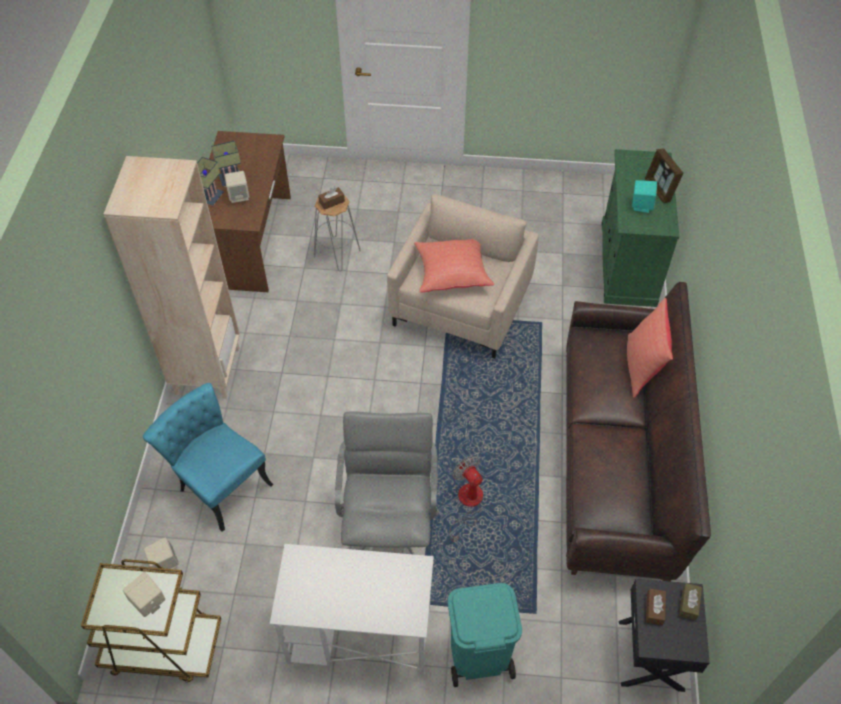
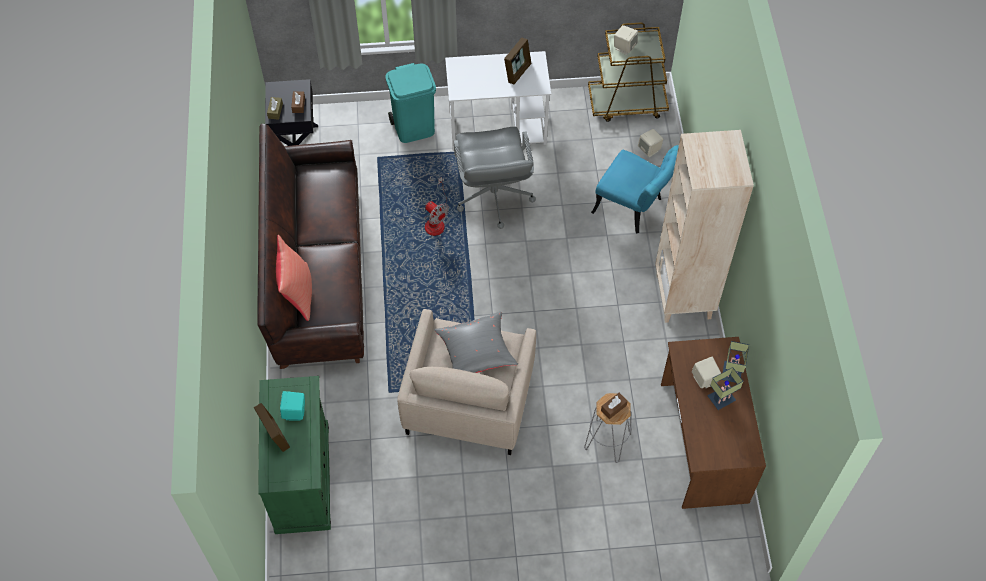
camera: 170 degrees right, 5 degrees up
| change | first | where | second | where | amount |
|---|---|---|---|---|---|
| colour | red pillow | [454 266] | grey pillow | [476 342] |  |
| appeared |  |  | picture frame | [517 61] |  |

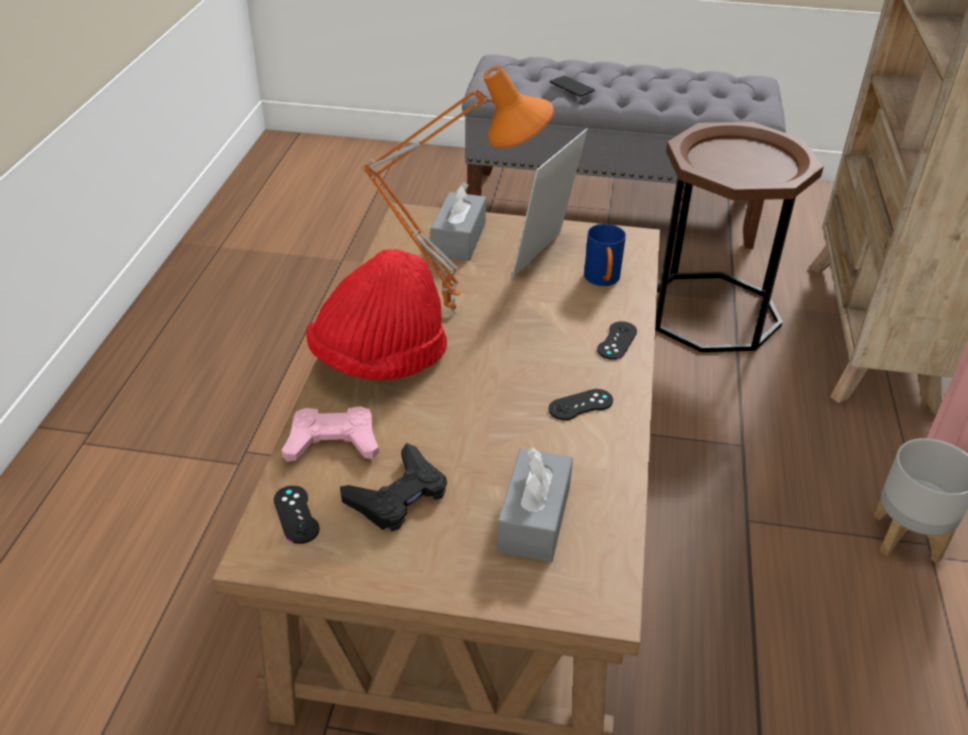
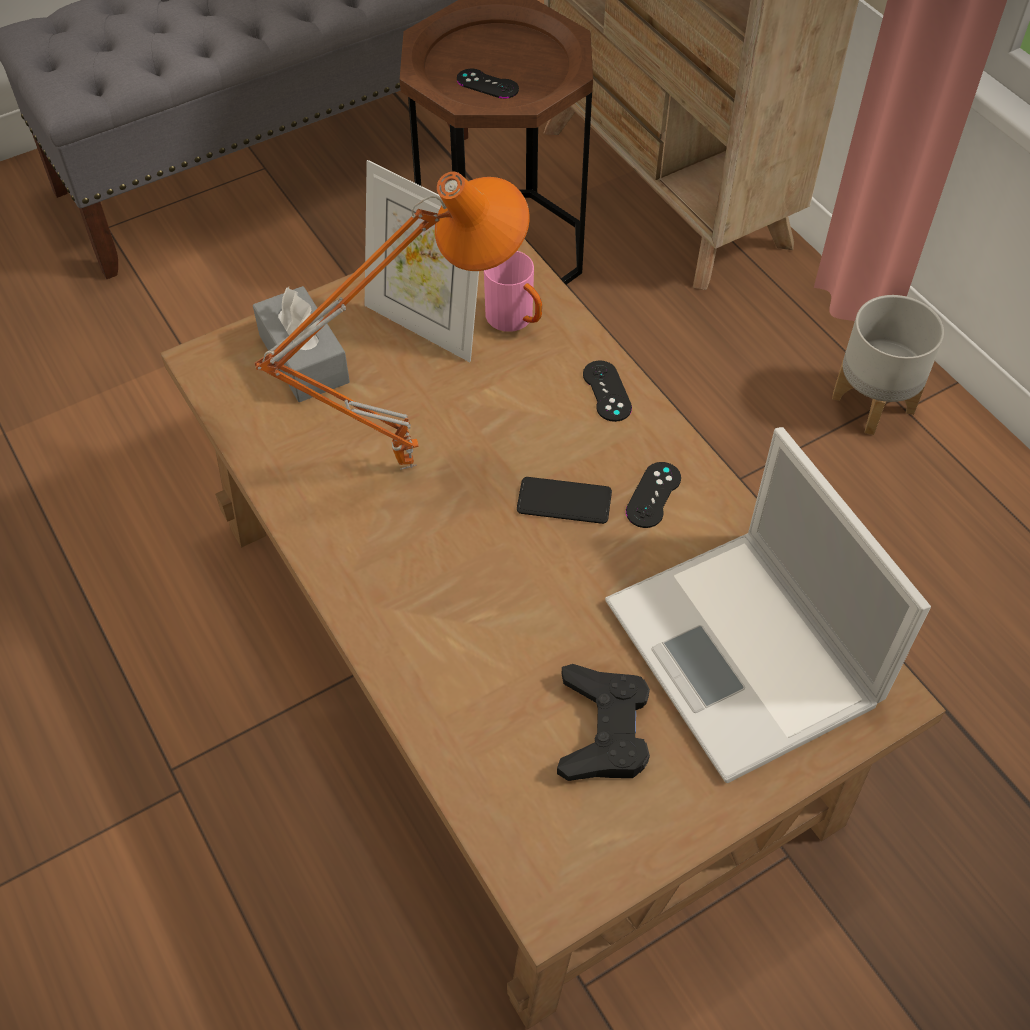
camera: 40 degrees left, 15 degrees up
| change | first | where | second | where | amount |
|---|---|---|---|---|---|
| relocated | phone | [572 86] |  | [564 500] |  |
| spun | picture frame | [550 202] |  | [422 261] | 45 degrees counterclockwise |
| colour | blue mug | [605 255] | pink mug | [513 291] |  |
| missing | red hat | [376 314] |  |  |  |
| missing | pink game controller | [330 434] |  |  |  |
| exchanged | grey tissue box | [535 504] | laptop | [768 605] |  |
| relocated | black game controller | [297 515] |  | [488 84] |  |

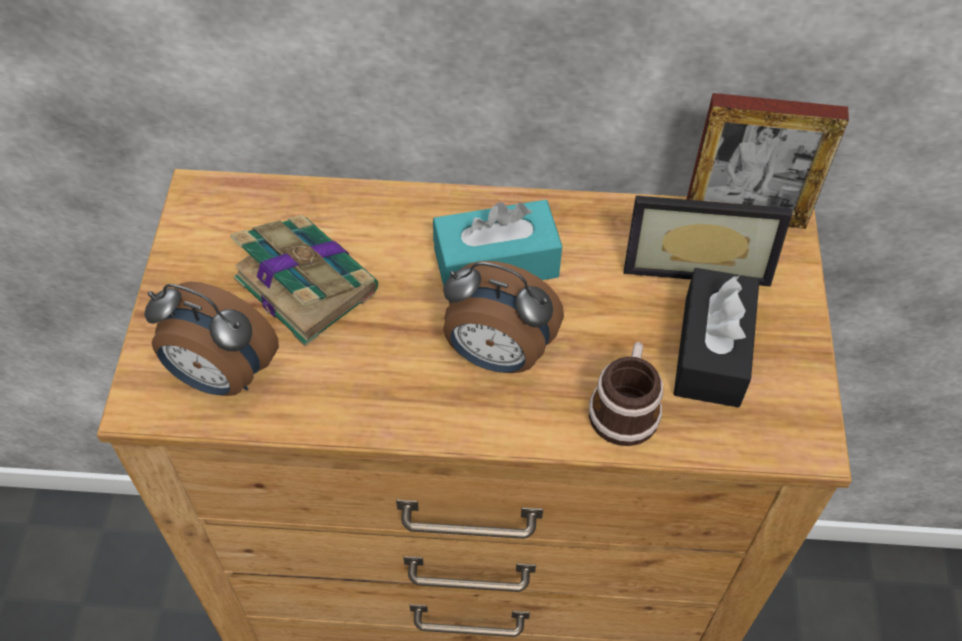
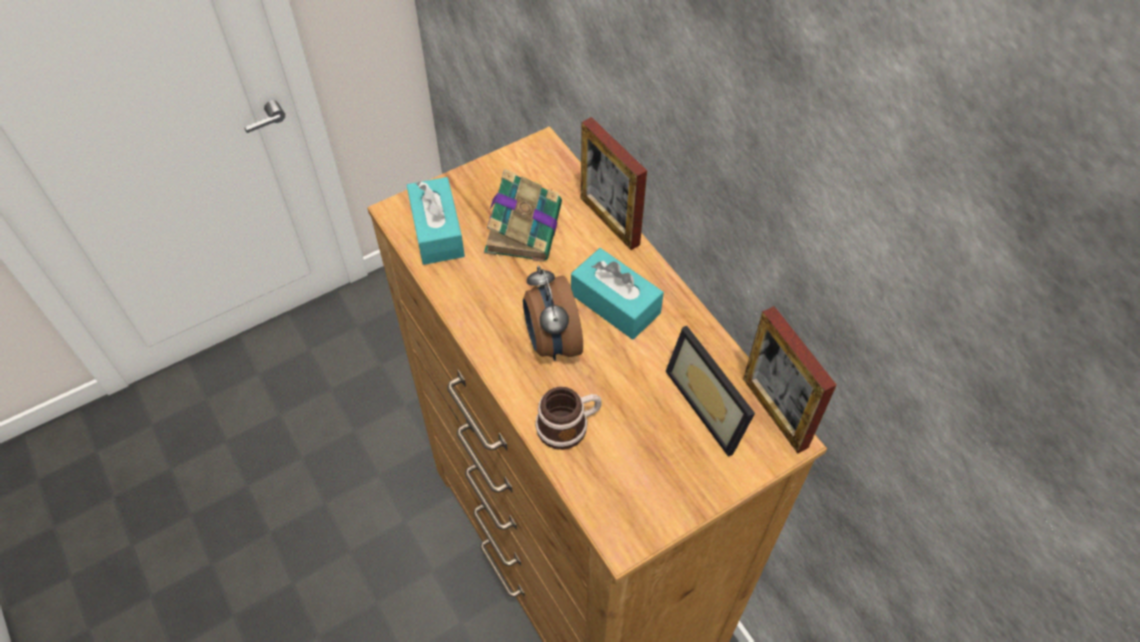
camera: 55 degrees right, 0 degrees up
| change | first | where | second | where | amount |
|---|---|---|---|---|---|
| missing | black tissue box | [716 338] |  |  |  |
| exchanged | alarm clock | [211 339] | turquoise tissue box | [436 221] |  |
| appeared |  |  | picture frame | [614 183] |  |

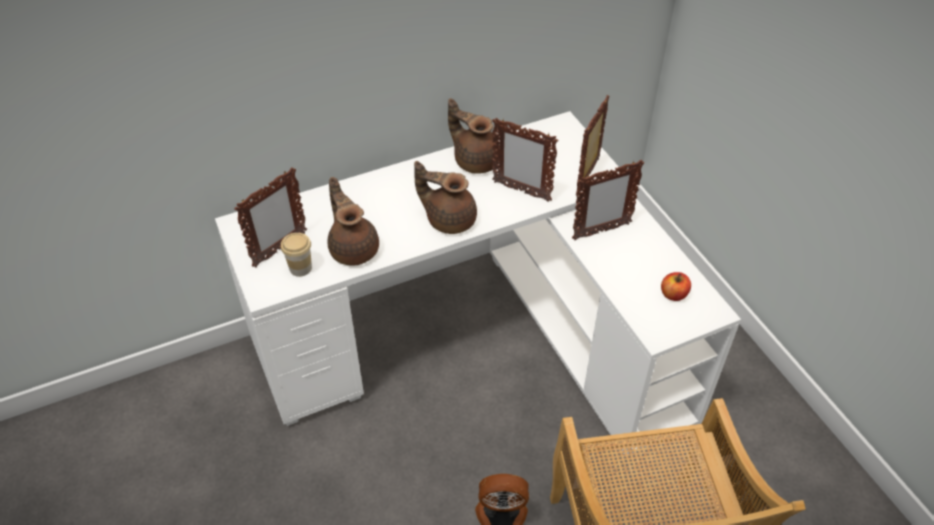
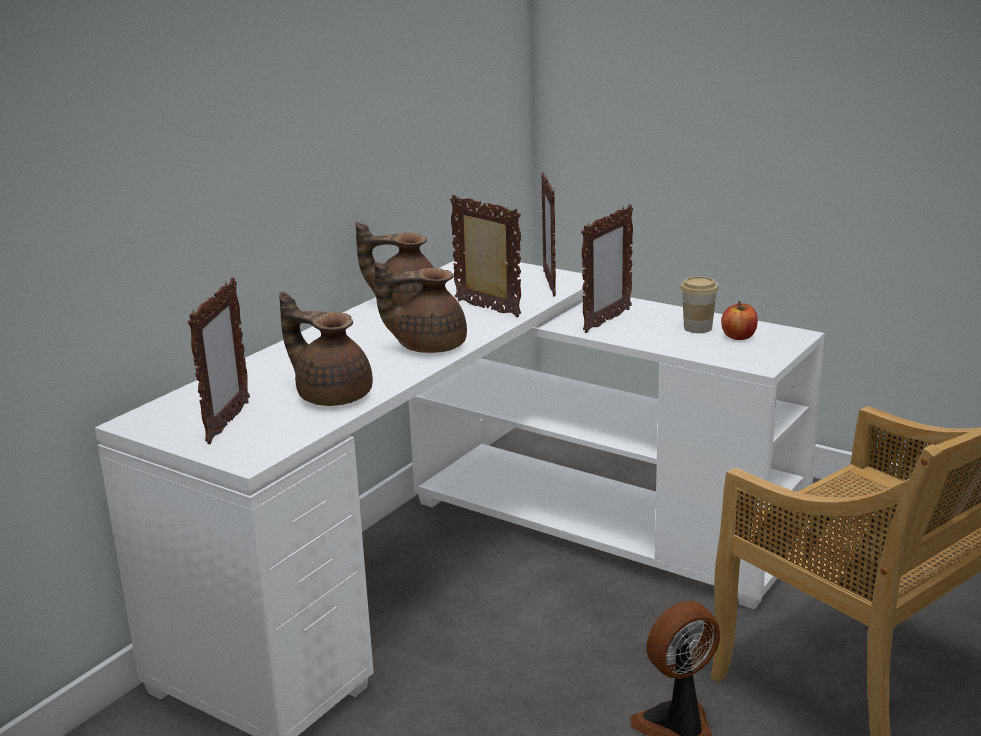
camera: 30 degrees left, 25 degrees down
| change | first | where | second | where | amount |
|---|---|---|---|---|---|
| spun | picture frame | [525 160] |  | [485 256] | 135 degrees counterclockwise |
| relocated | cup | [296 255] |  | [699 304] |  |

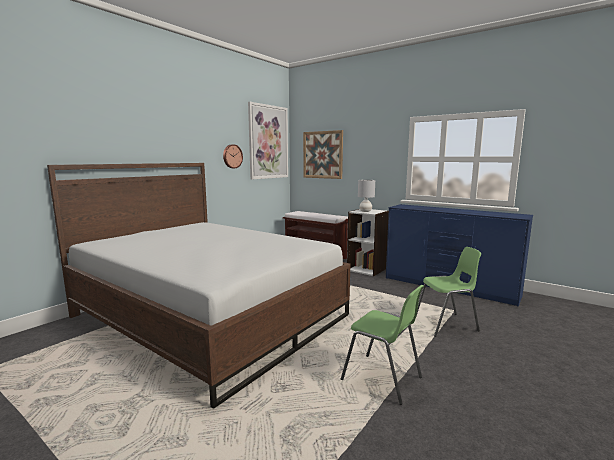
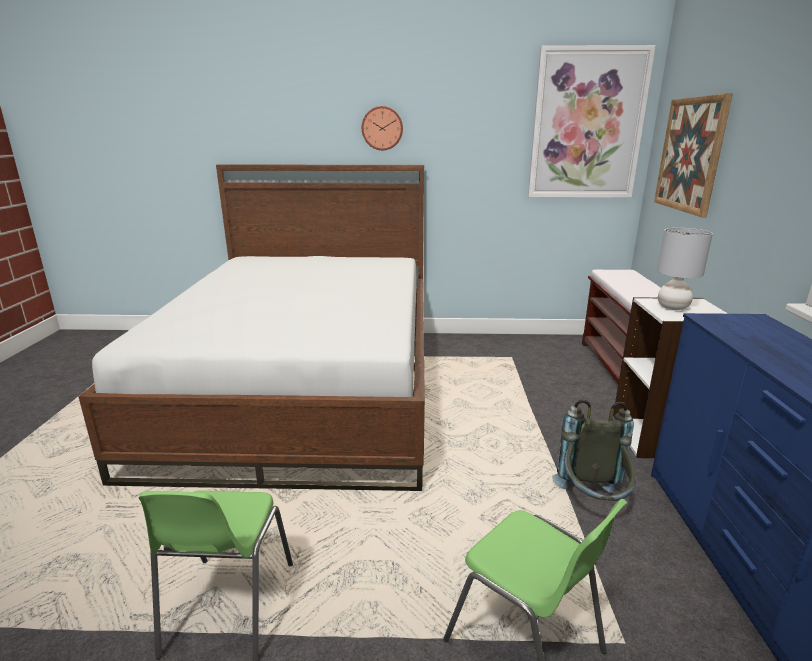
camera: 55 degrees right, 10 degrees up
| change | first | where | second | where | amount |
|---|---|---|---|---|---|
| relocated | wall clock | [233 156] |  | [382 128] |  |
| appeared |  |  | grey backpack | [594 450] |  |

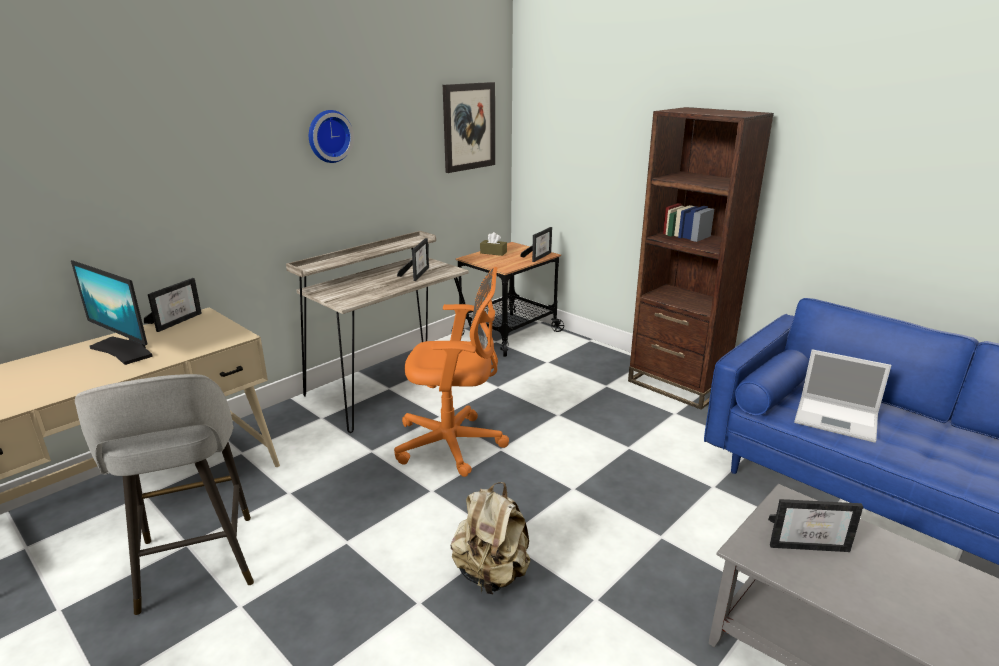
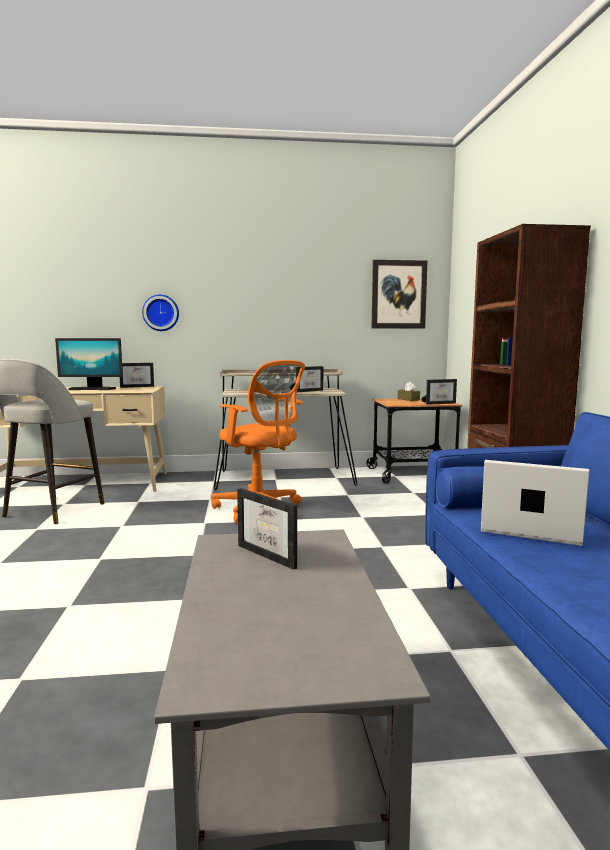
camera: 40 degrees right, 15 degrees down
| change | first | where | second | where | amount |
|---|---|---|---|---|---|
| relocated | wall clock | [331 136] |  | [160 313] |  |
| spun | monitor | [112 312] |  | [89 364] | 75 degrees counterclockwise |
| spun | laptop | [842 396] |  | [535 503] | 135 degrees clockwise |
| missing | beige backpack | [490 538] |  |  |  |

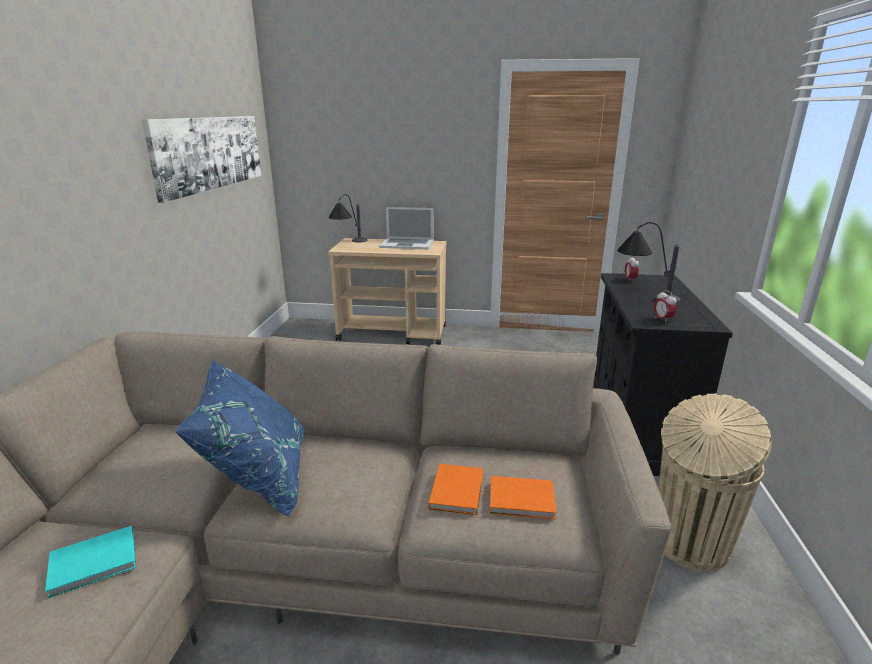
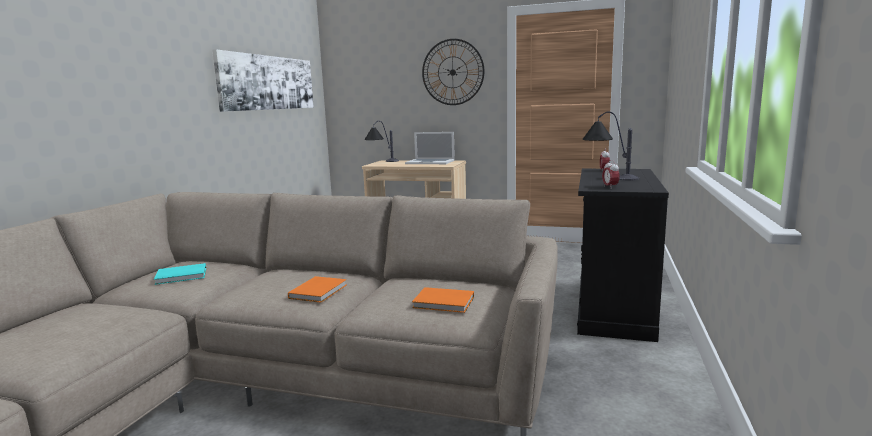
camera: 10 degrees right, 10 degrees down
| change | first | where | second | where | amount |
|---|---|---|---|---|---|
| missing | blue pillow | [239 438] |  |  |  |
| missing | beige trash can | [715 482] |  |  |  |
| relocated | orange book | [455 489] |  | [317 289] |  |
| relocated | turquoise book | [90 562] |  | [180 274] |  |
| appeared |  |  | wall clock | [453 72] |  |

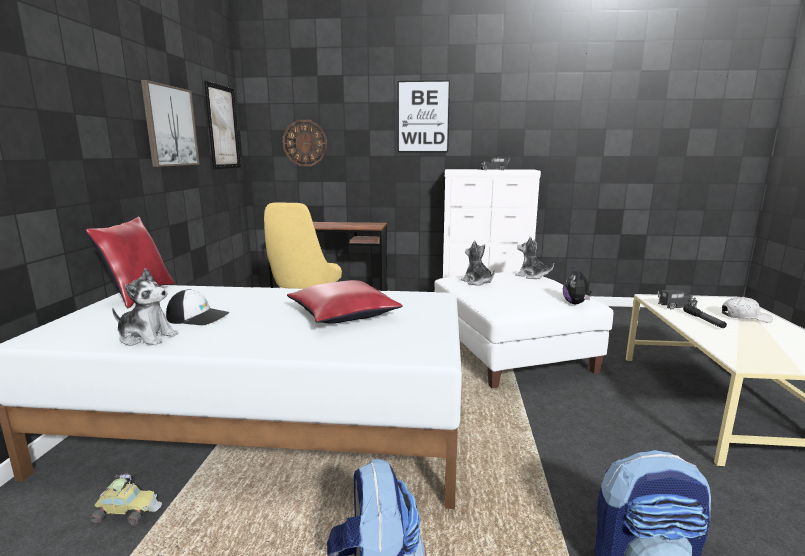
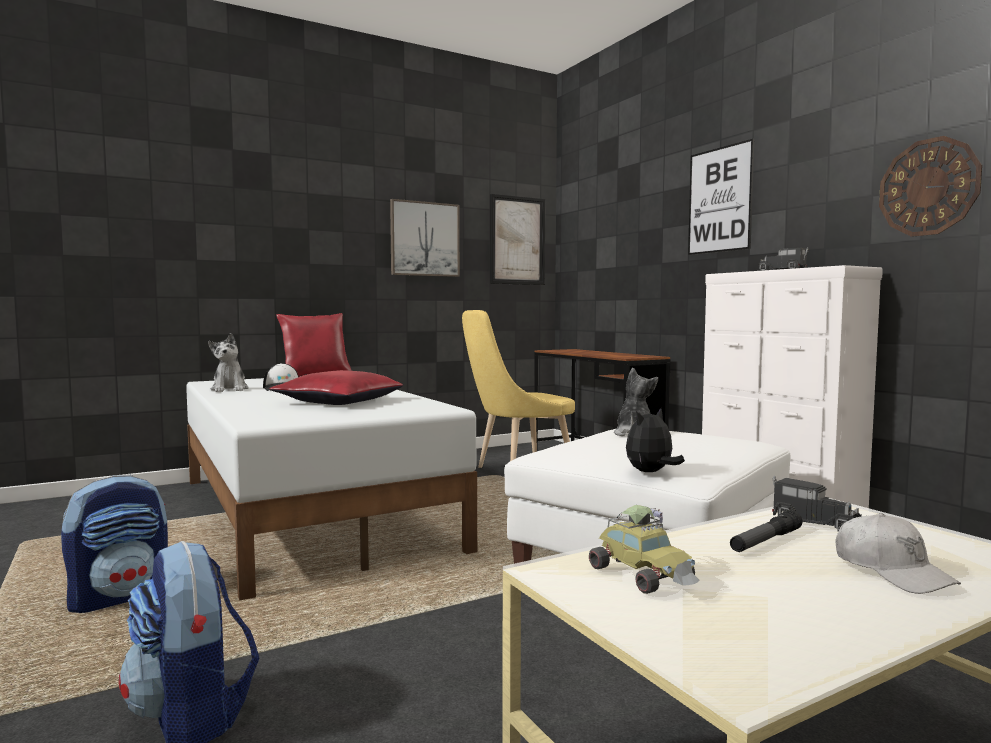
camera: 55 degrees right, 10 degrees down
| change | first | where | second | where | amount |
|---|---|---|---|---|---|
| relocated | wall clock | [305 143] |  | [930 186] |  |
| missing | plush toy | [534 257] |  |  |  |
| relocated | toy car | [126 499] |  | [644 549] |  |

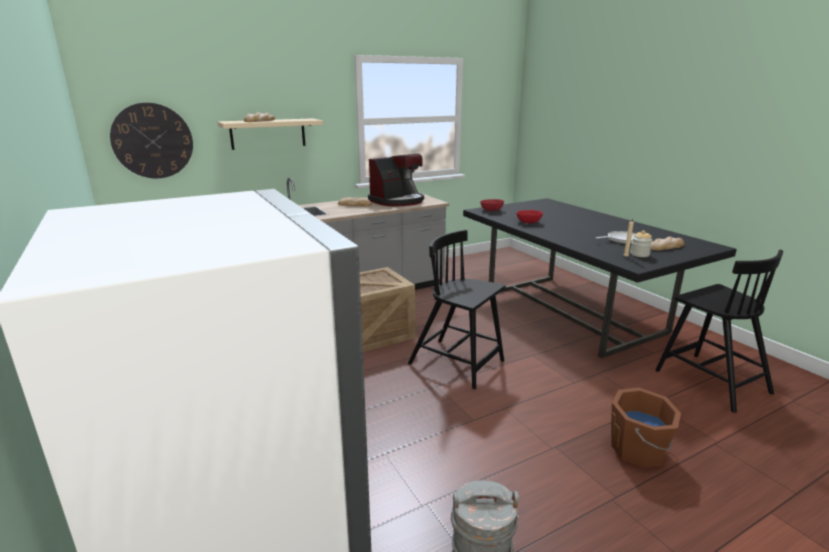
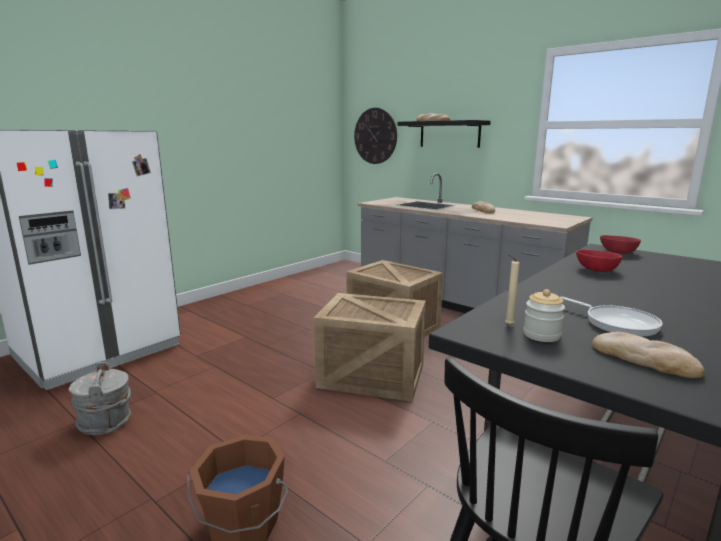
camera: 70 degrees right, 5 degrees down
| change | first | where | second | where | amount |
|---|---|---|---|---|---|
| colour | beige shelf | [270 134] | black shelf | [444 134] |  |
| missing | coffee machine | [396 180] |  |  |  |
| exchanged | black chair | [456 309] | crate | [370 347] |  |

